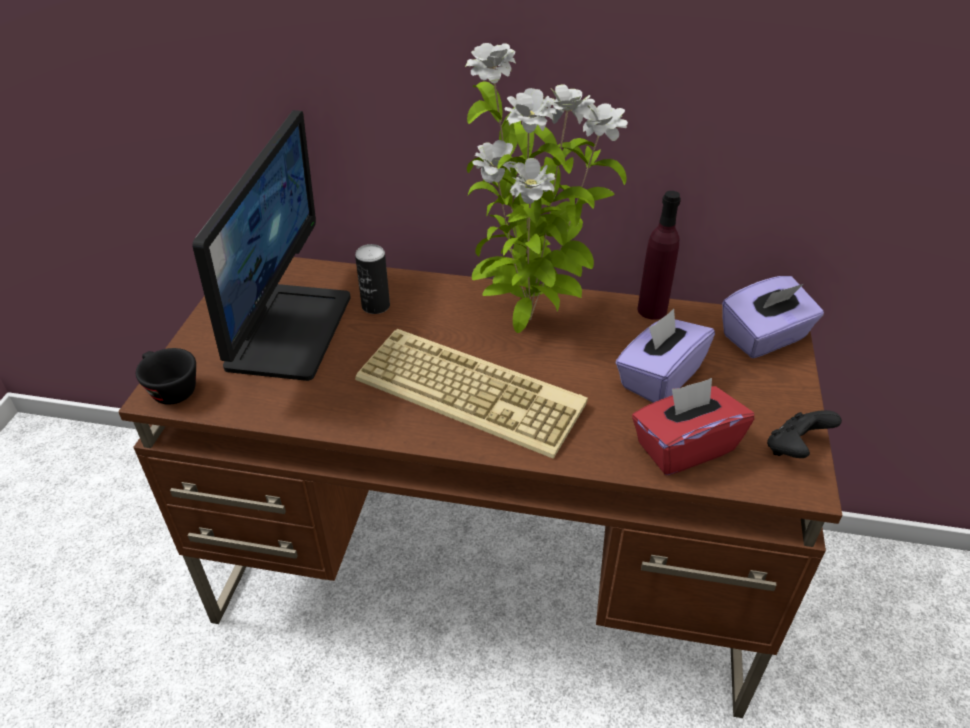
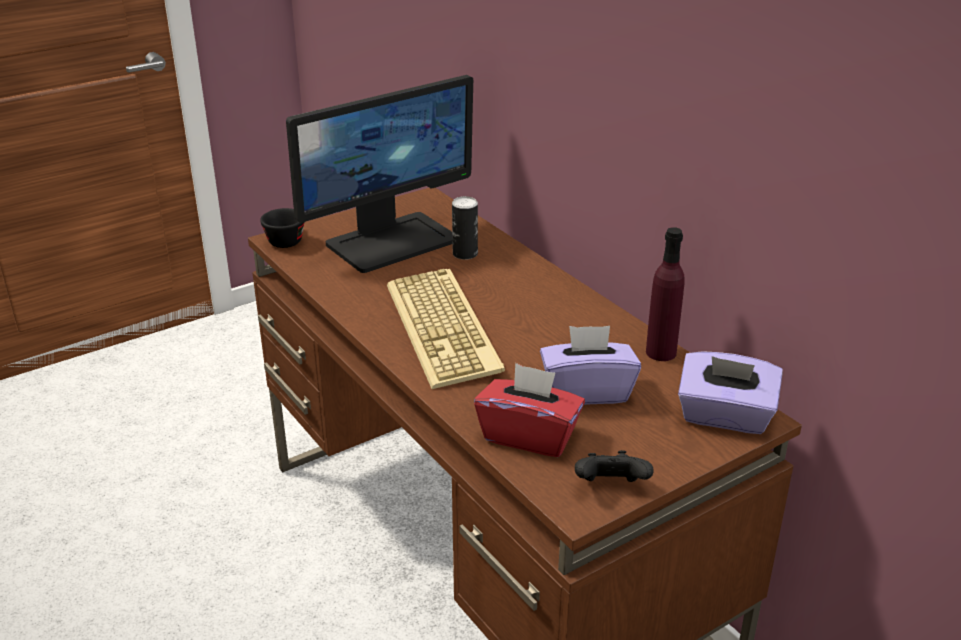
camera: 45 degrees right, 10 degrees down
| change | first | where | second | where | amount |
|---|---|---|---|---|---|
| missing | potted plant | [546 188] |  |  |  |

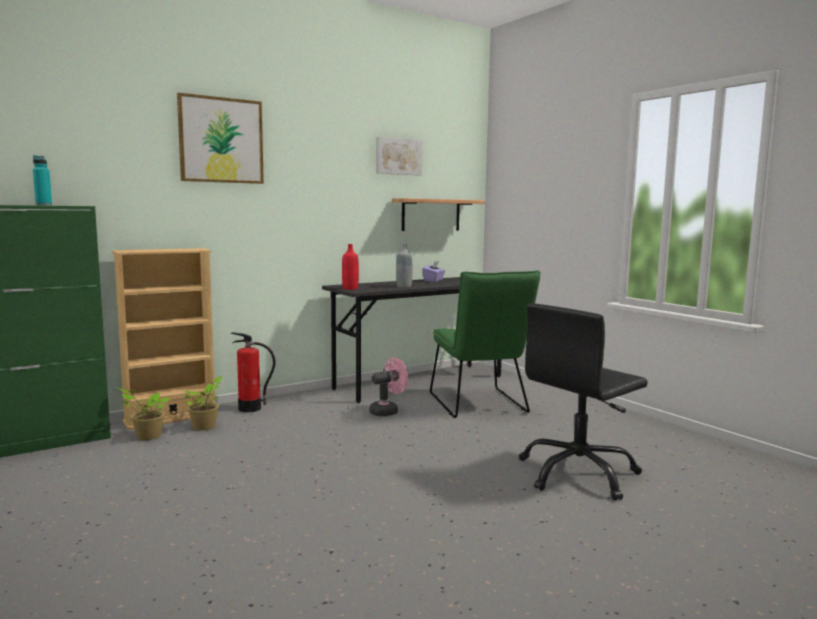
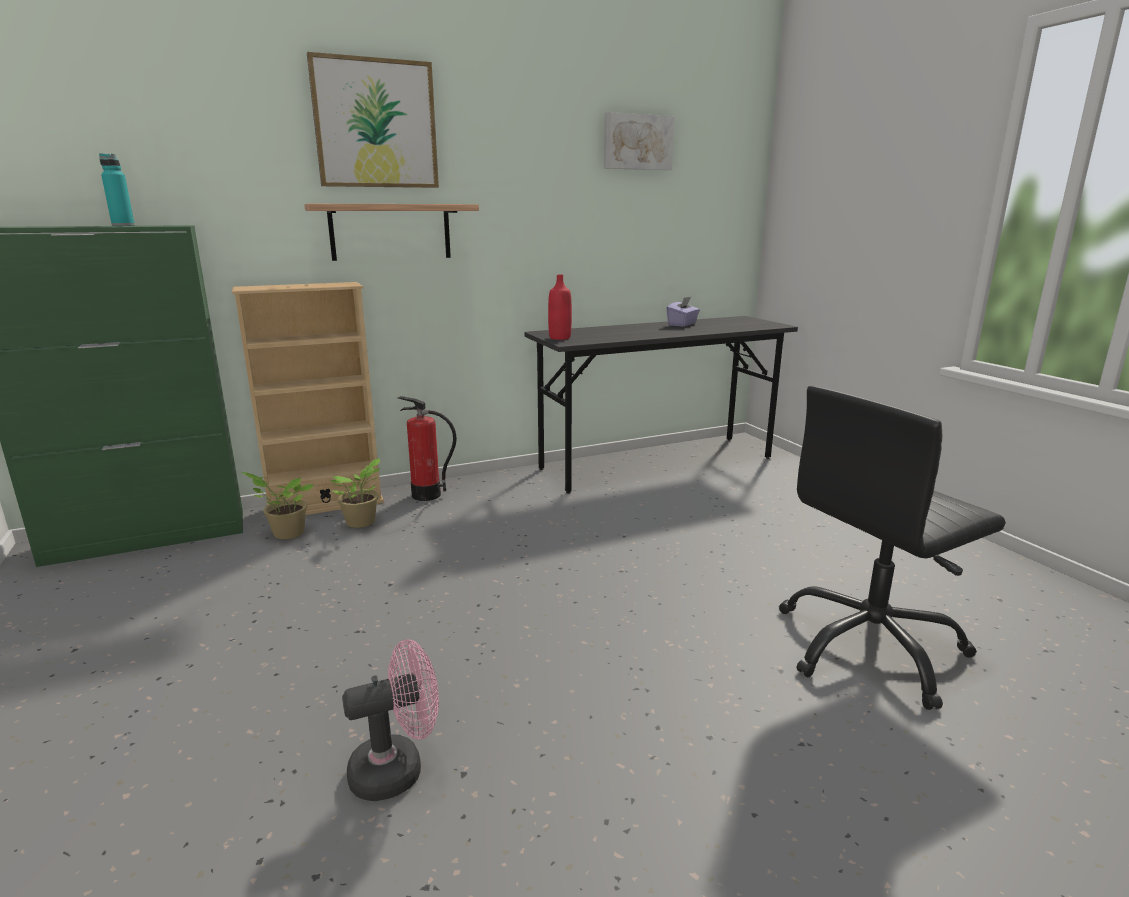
camera: 10 degrees right, 10 degrees up
| change | first | where | second | where | amount |
|---|---|---|---|---|---|
| relocated | shelf | [438 214] |  | [391 232] |  |
| missing | grey bottle | [404 265] |  |  |  |
| missing | green chair | [485 344] |  |  |  |
| relocated | pink fan | [388 386] |  | [390 720] |  |

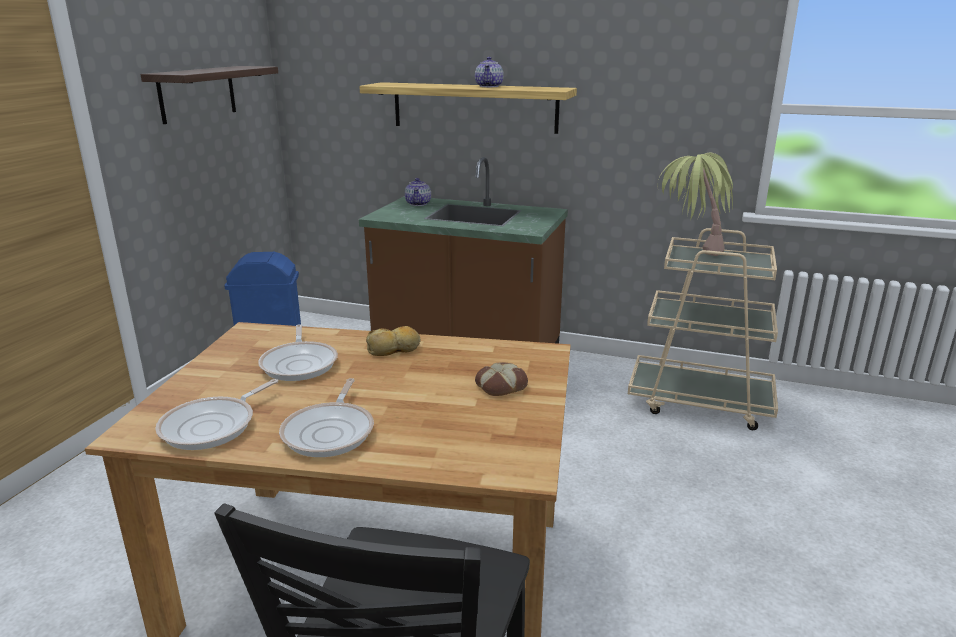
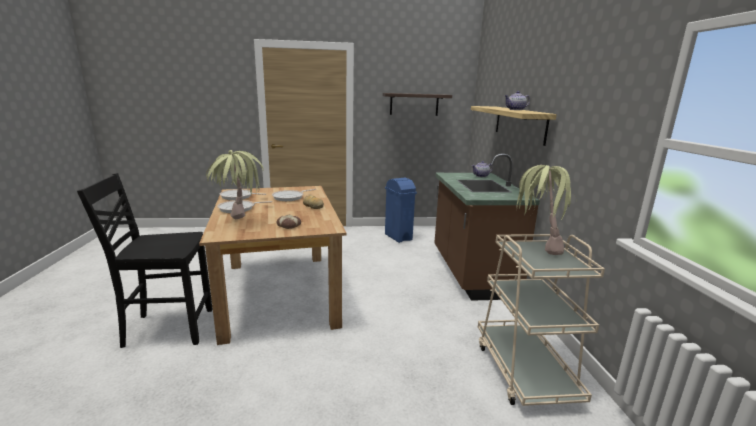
camera: 65 degrees right, 5 degrees down
| change | first | where | second | where | amount |
|---|---|---|---|---|---|
| appeared |  |  | potted plant | [235 184] |  |

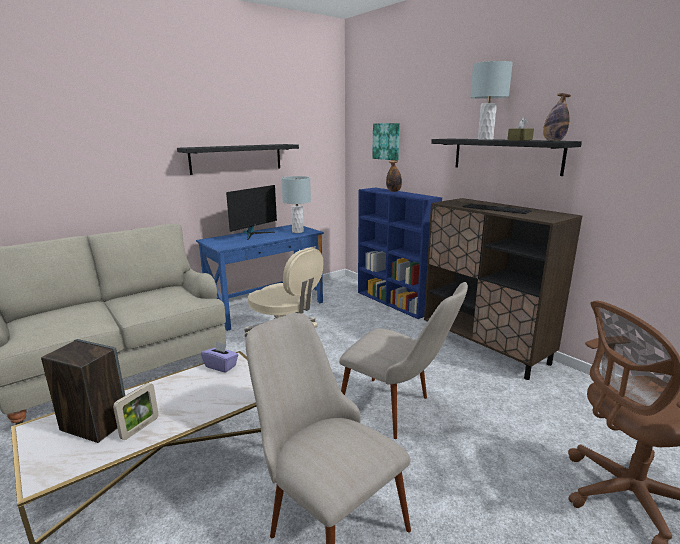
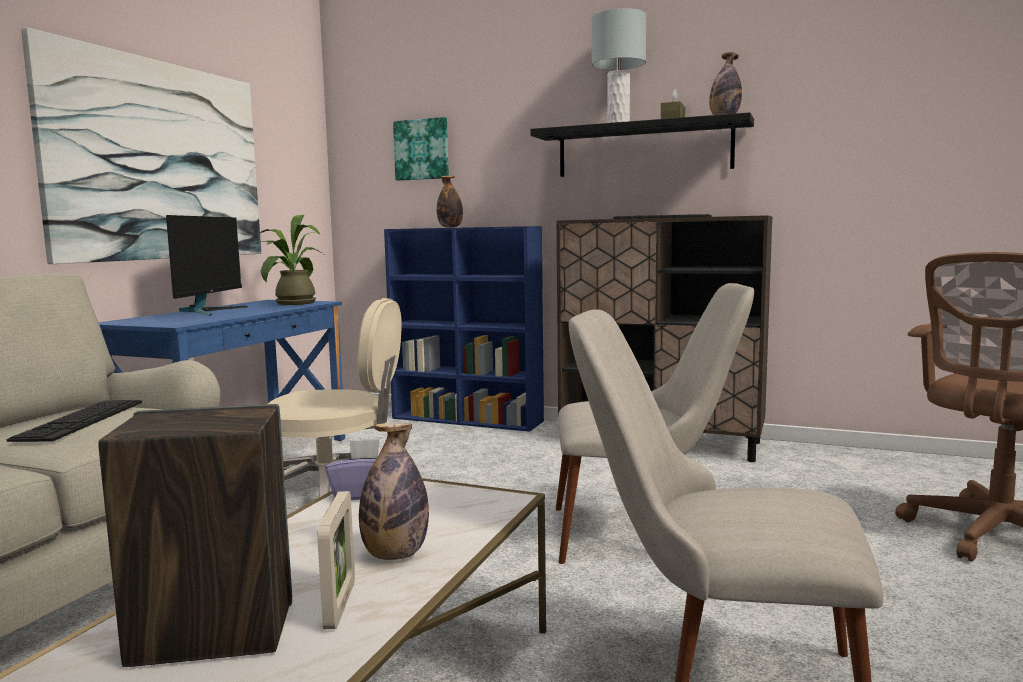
camera: 30 degrees left, 10 degrees down
| change | first | where | second | where | amount |
|---|---|---|---|---|---|
| exchanged | black shelf | [238 159] | picture | [141 145] |  |
| exchanged | grey table lamp | [296 204] | potted plant | [292 260] |  |
| appeared |  |  | keyboard | [74 421] |  |
| appeared |  |  | bottle | [394 491] |  |

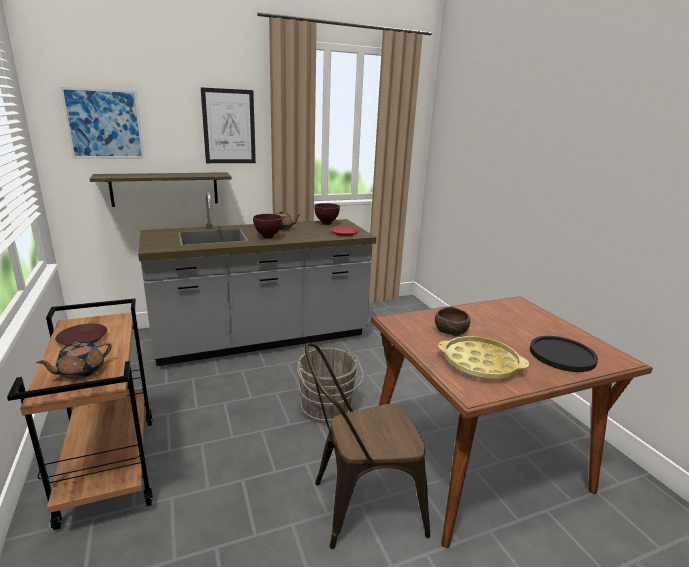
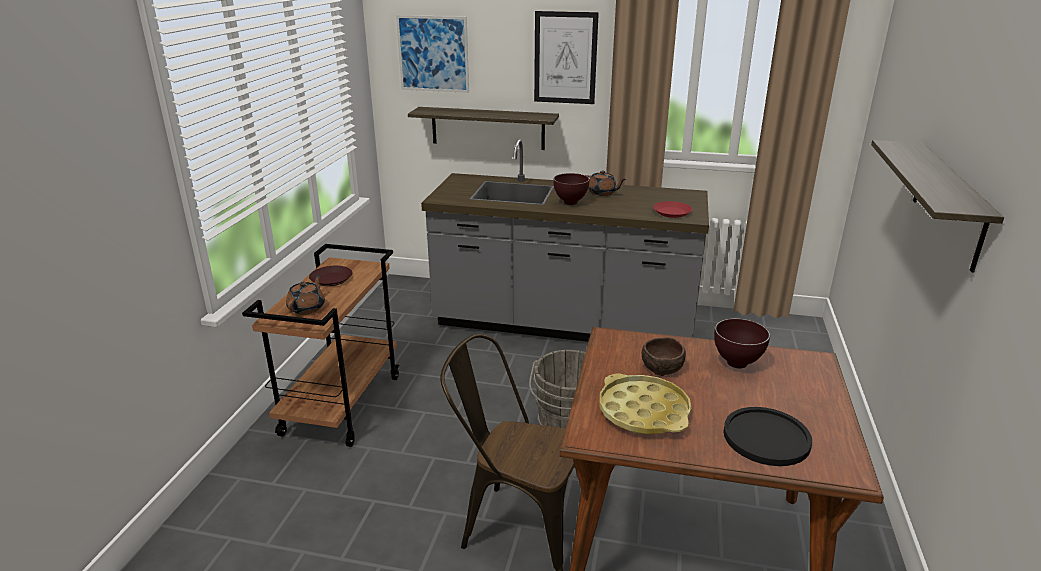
camera: 35 degrees right, 5 degrees up
| change | first | where | second | where | amount |
|---|---|---|---|---|---|
| relocated | brown bowl | [327 214] |  | [742 343] |  |
| spun | brown teapot | [74 360] |  | [305 294] | 120 degrees clockwise |
| appeared |  |  | shelf | [937 206] |  |

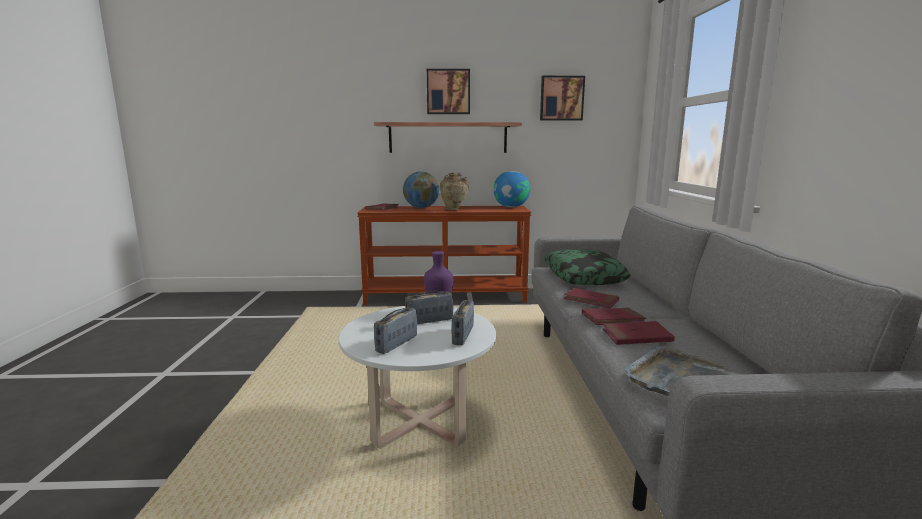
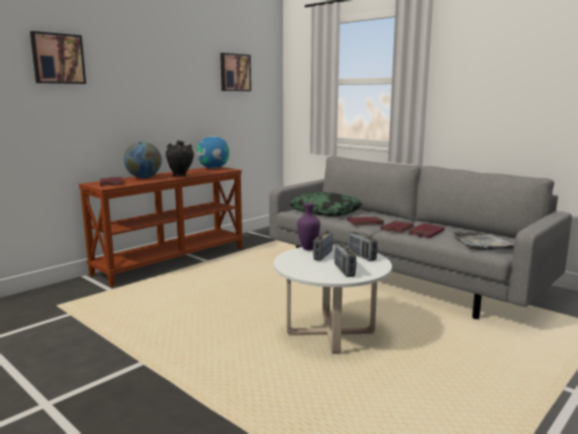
camera: 45 degrees left, 0 degrees up
| change | first | where | second | where | amount |
|---|---|---|---|---|---|
| relocated | picture | [448 91] |  | [58 57] |  |
| missing | shelf | [448 137] |  |  |  |
| colour | beige vase | [454 191] | black vase | [180 158] |  |

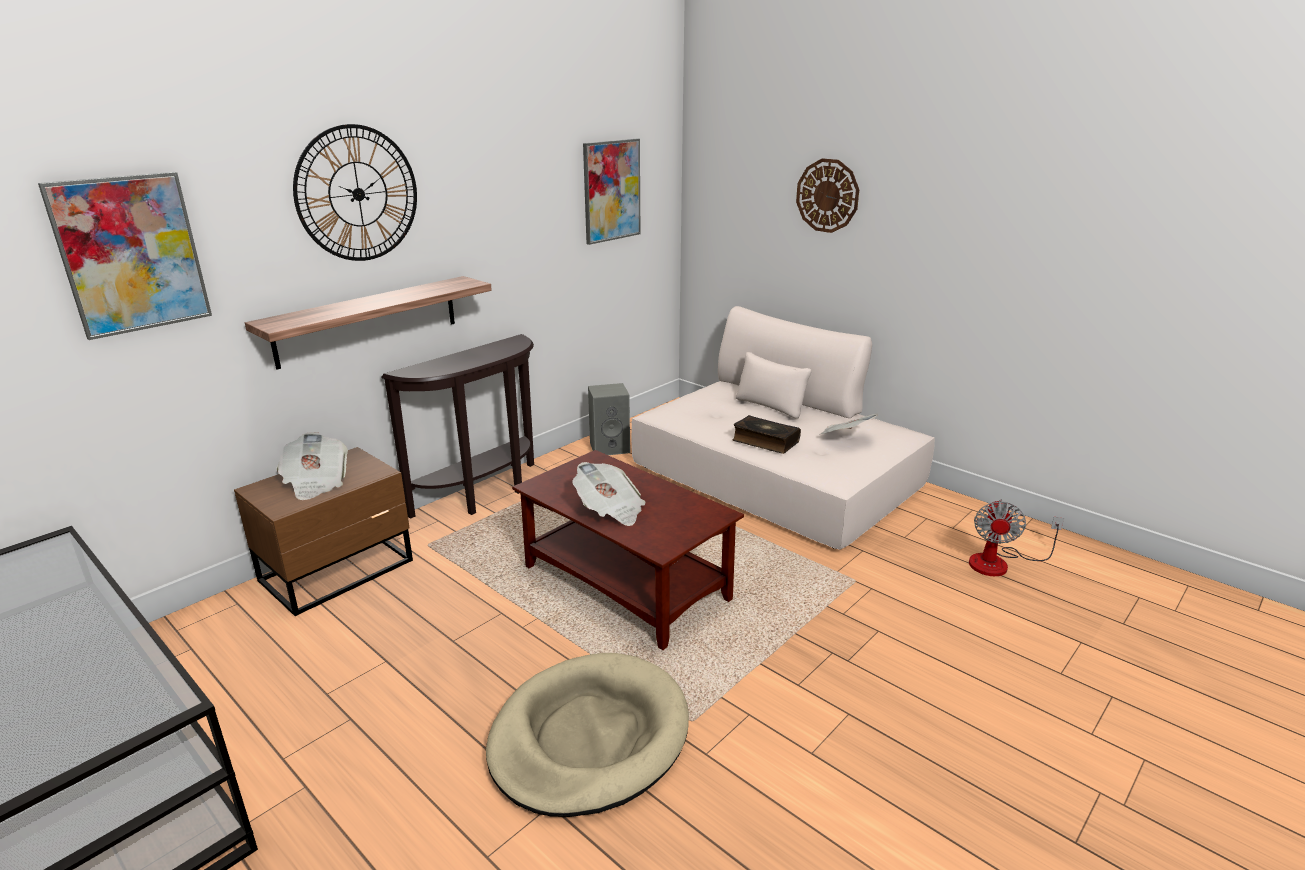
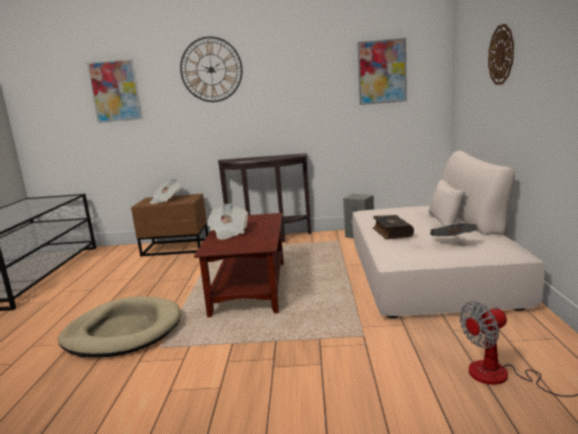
camera: 50 degrees right, 10 degrees down
| change | first | where | second | where | amount |
|---|---|---|---|---|---|
| missing | shelf | [368 322] |  |  |  |

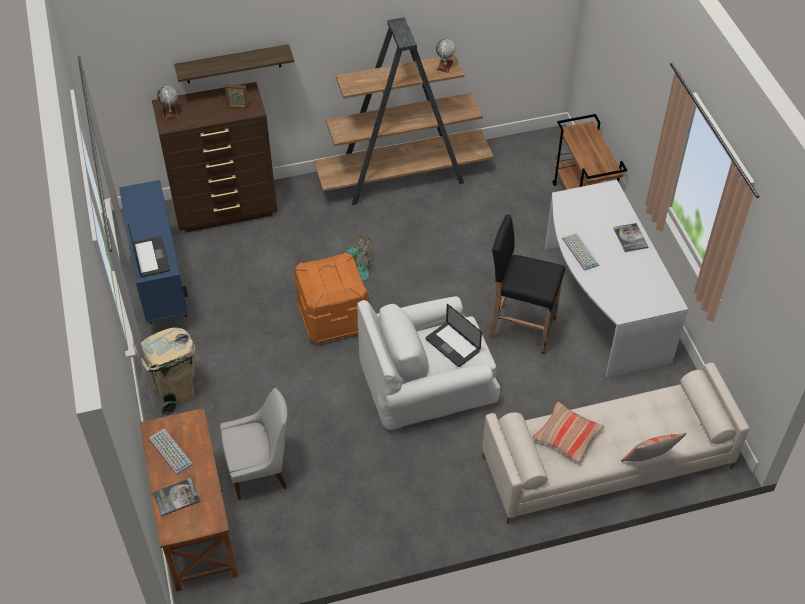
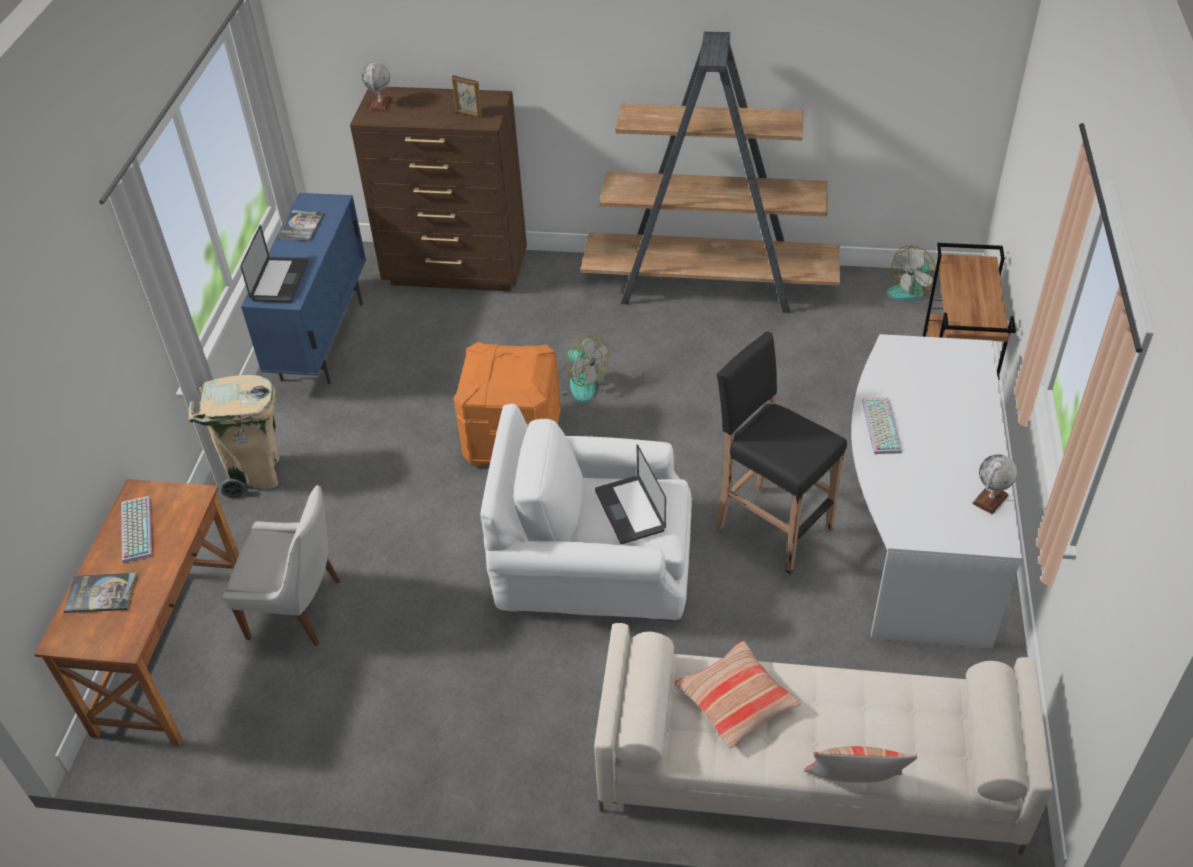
camera: 25 degrees right, 5 degrees down
| change | first | where | second | where | amount |
|---|---|---|---|---|---|
| relocated | globe | [445 56] |  | [994 484] |  |
| missing | shelf | [234 63] |  |  |  |
| relocated | book | [630 237] |  | [301 225] |  |
| appeared |  |  | fan | [911 273] |  |

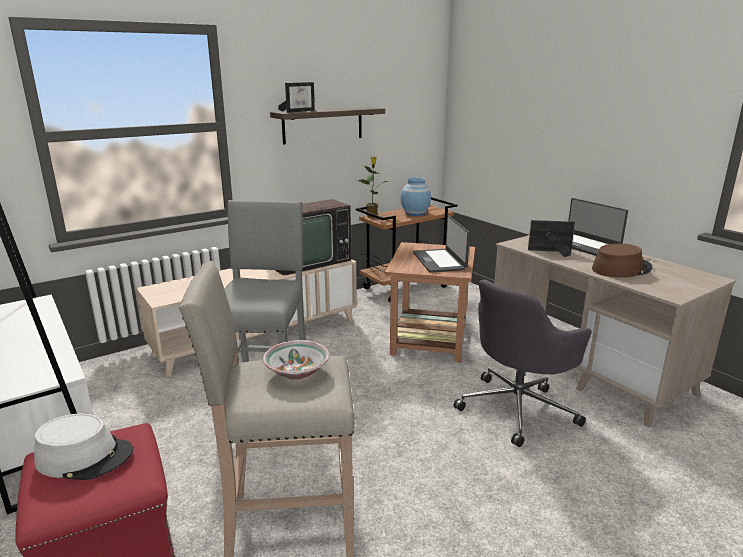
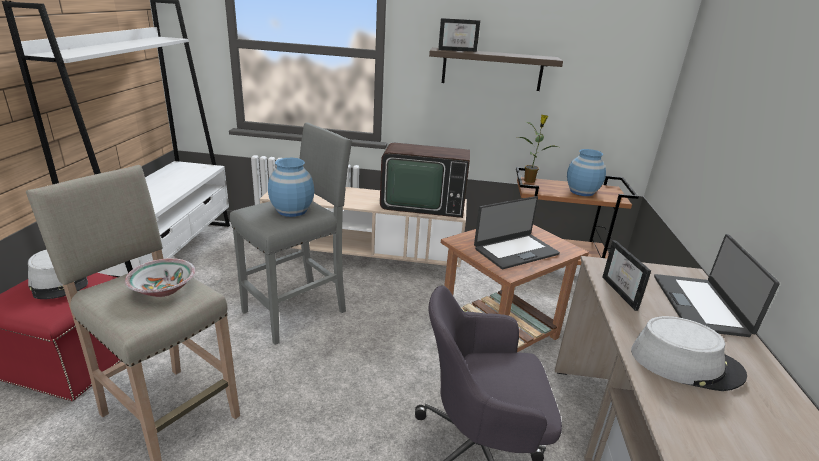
camera: 40 degrees right, 5 degrees up
| change | first | where | second | where | amount |
|---|---|---|---|---|---|
| spun | laptop | [441 244] |  | [517 232] | 150 degrees counterclockwise |
| spun | picture frame | [551 238] |  | [626 275] | 150 degrees counterclockwise |
| colour | brown hat | [622 261] | grey hat | [689 353] |  |
| appeared |  |  | blue vase | [291 187] |  |

